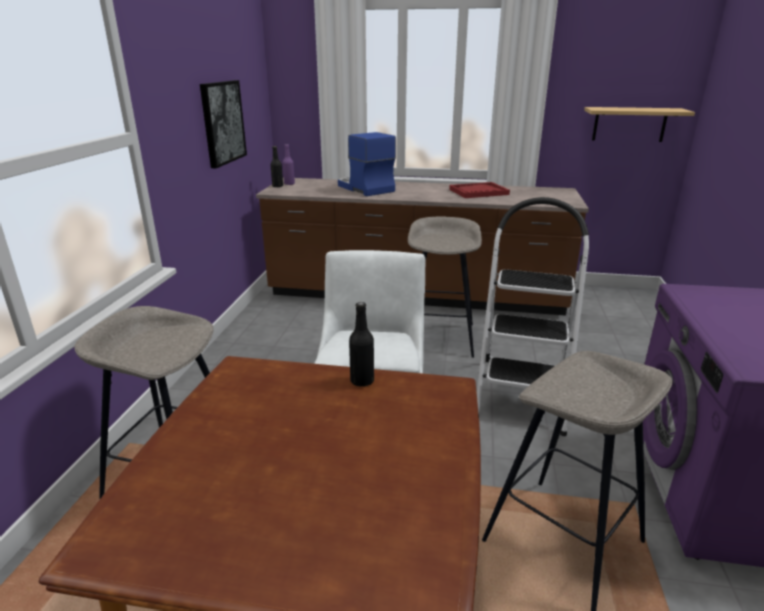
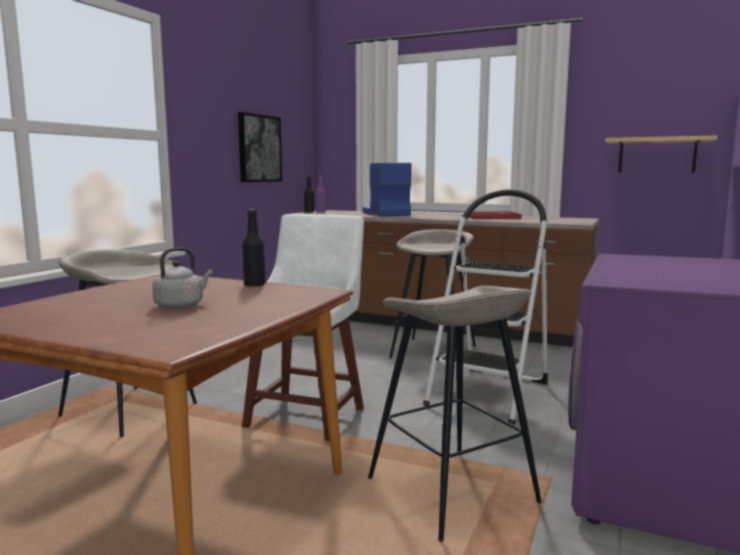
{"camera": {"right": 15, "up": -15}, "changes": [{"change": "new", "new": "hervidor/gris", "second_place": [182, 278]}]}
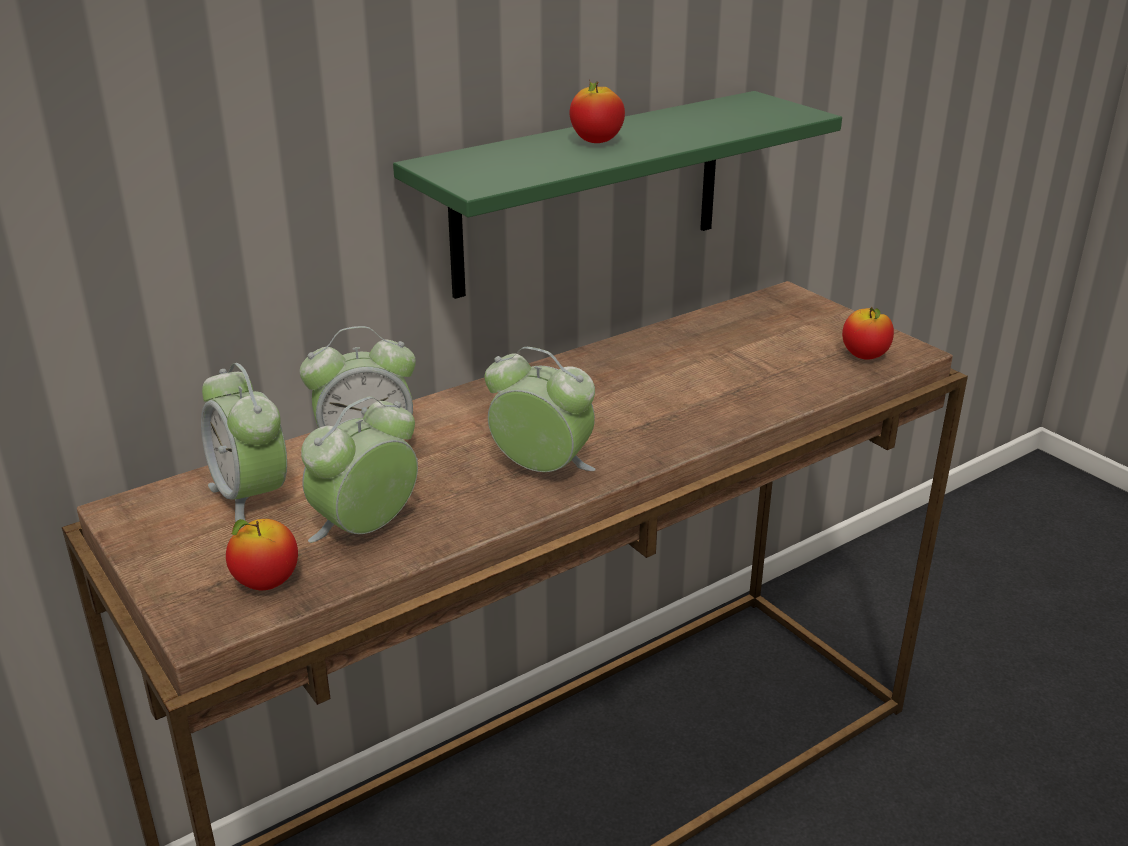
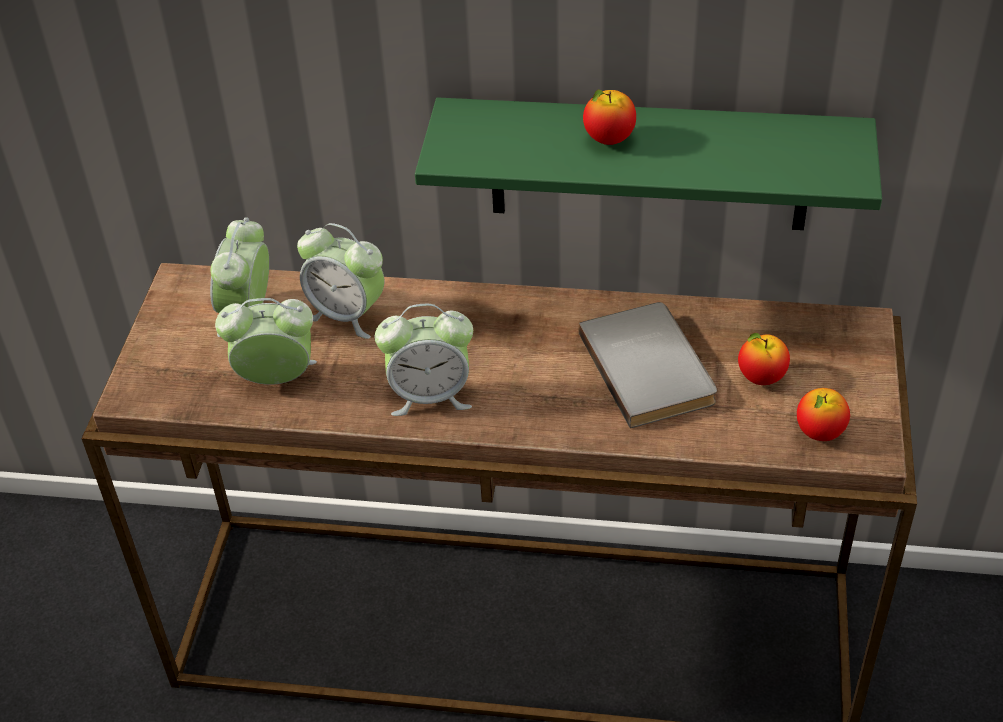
{"camera": {"right": 45, "up": 15}, "changes": [{"change": "rotated", "old": "despertador", "first_place": [540, 409], "second_place": [424, 360], "degrees": 105}, {"change": "shifted", "old": "manzana", "first_place": [262, 554], "second_place": [764, 359]}, {"change": "new", "new": "libro/gris", "second_place": [647, 365]}]}
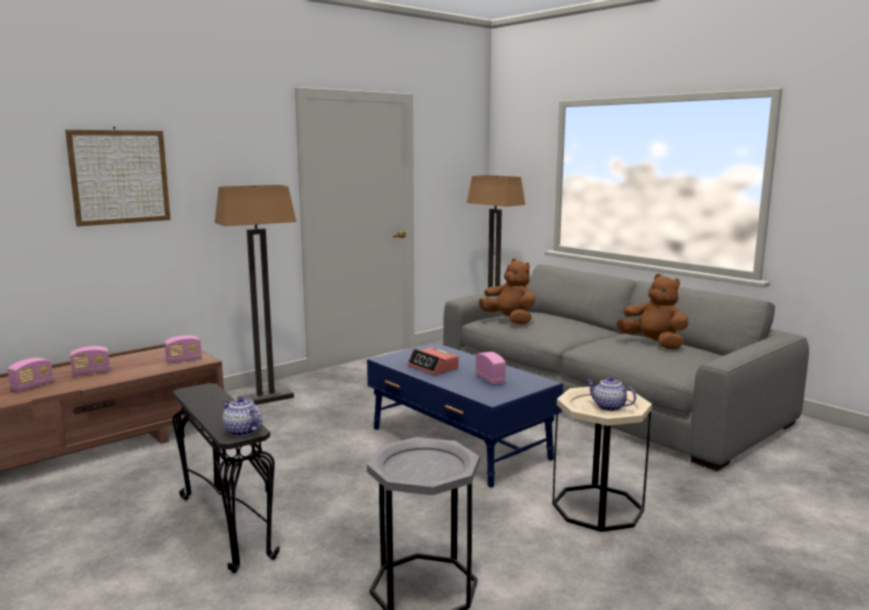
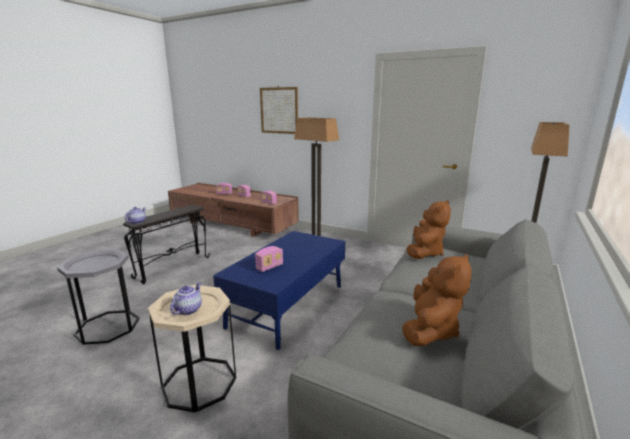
{"camera": {"right": 70, "up": 5}, "changes": [{"change": "gone", "old": "despertador", "first_place": [433, 361]}]}
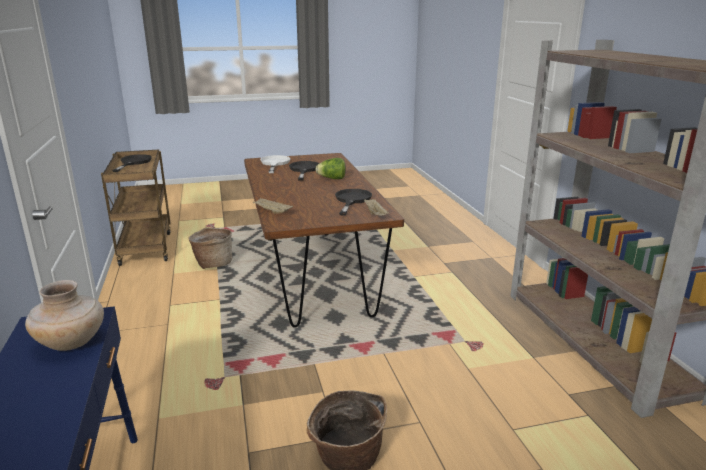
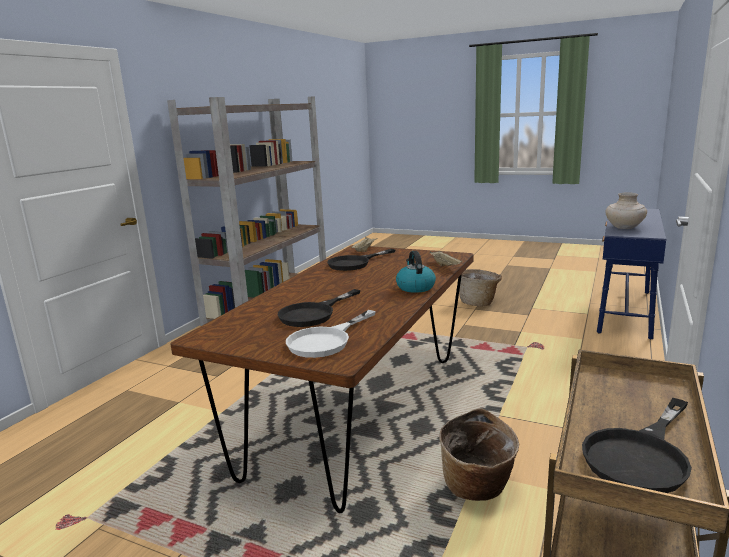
{"camera": {"right": -140, "up": -5}, "changes": [{"change": "gone", "old": "lechuga", "first_place": [331, 168]}, {"change": "new", "new": "hervidor", "second_place": [416, 272]}]}
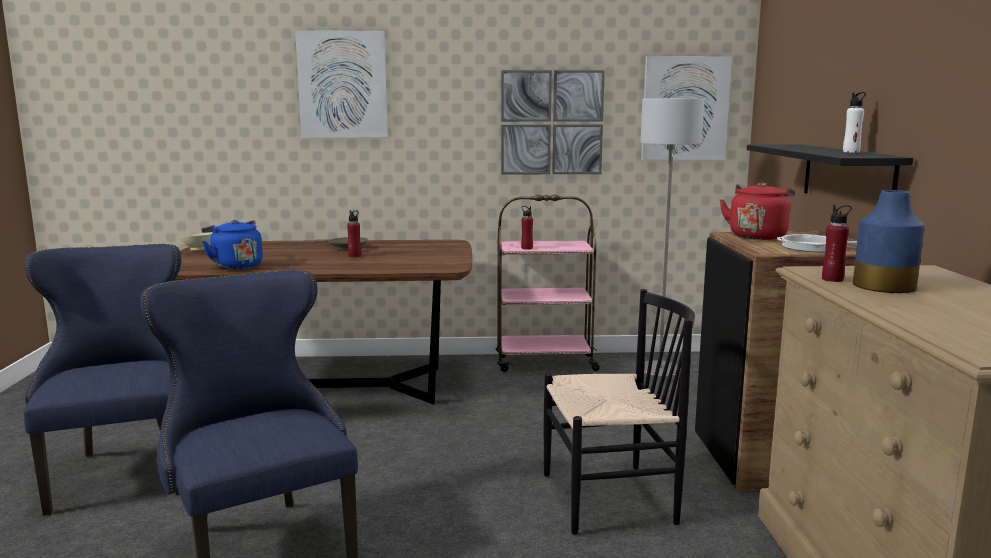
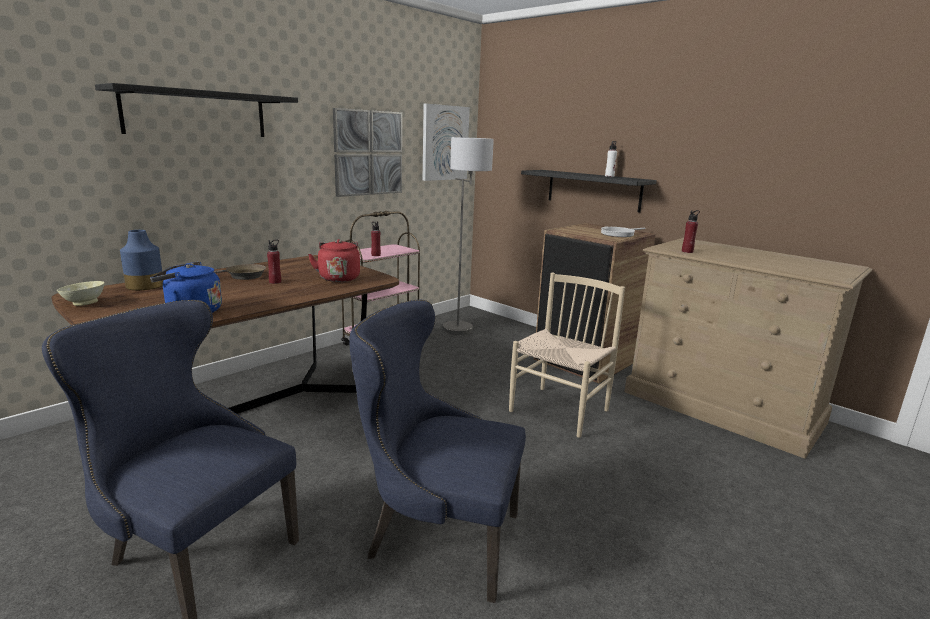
{"camera": {"right": -45, "up": 5}, "changes": [{"change": "swapped", "old": "cuadro", "new": "estante/negro", "first_place": [341, 84], "second_place": [196, 110]}, {"change": "shifted", "old": "hervidor/rojo", "first_place": [757, 211], "second_place": [334, 260]}, {"change": "shifted", "old": "florero/azul", "first_place": [889, 241], "second_place": [141, 260]}, {"change": "repainted", "old": "silla/negro", "new": "silla/beis", "first_place": [619, 412], "second_place": [567, 355]}]}
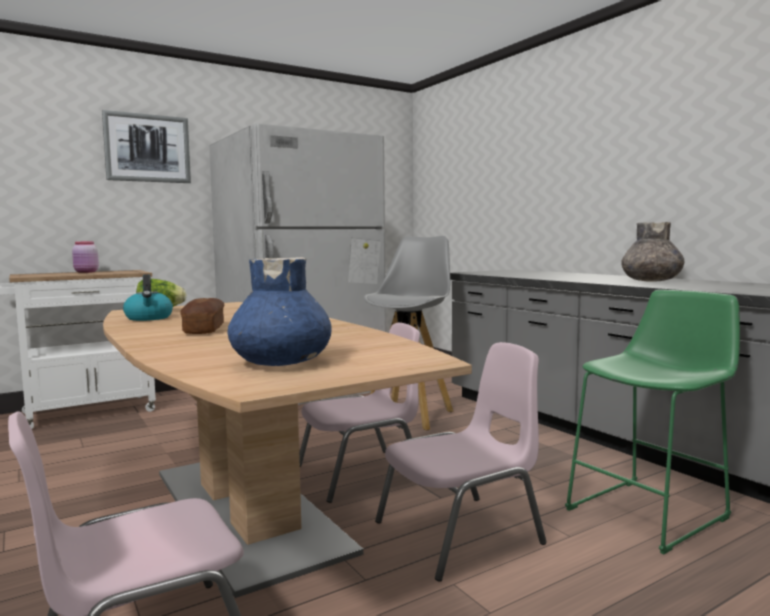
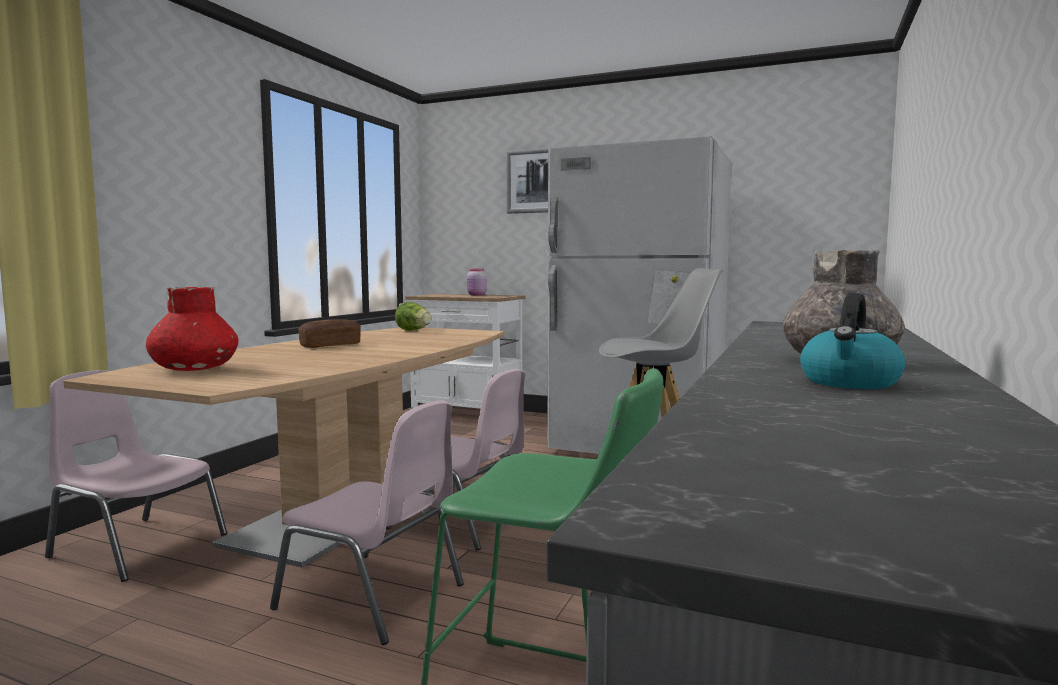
{"camera": {"right": 55, "up": 0}, "changes": [{"change": "repainted", "old": "florero/azul", "new": "florero/rojo", "first_place": [279, 311], "second_place": [192, 329]}, {"change": "shifted", "old": "hervidor", "first_place": [148, 297], "second_place": [852, 341]}]}
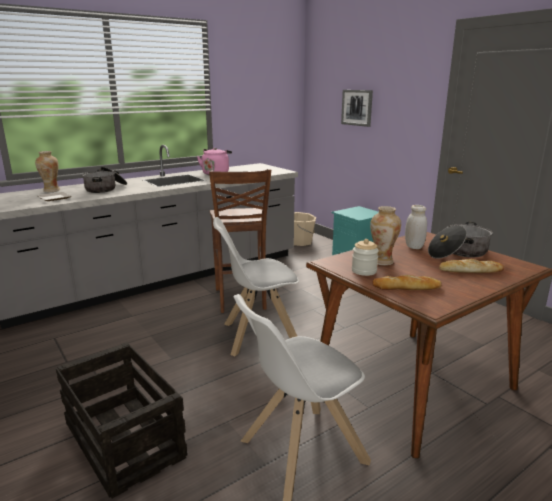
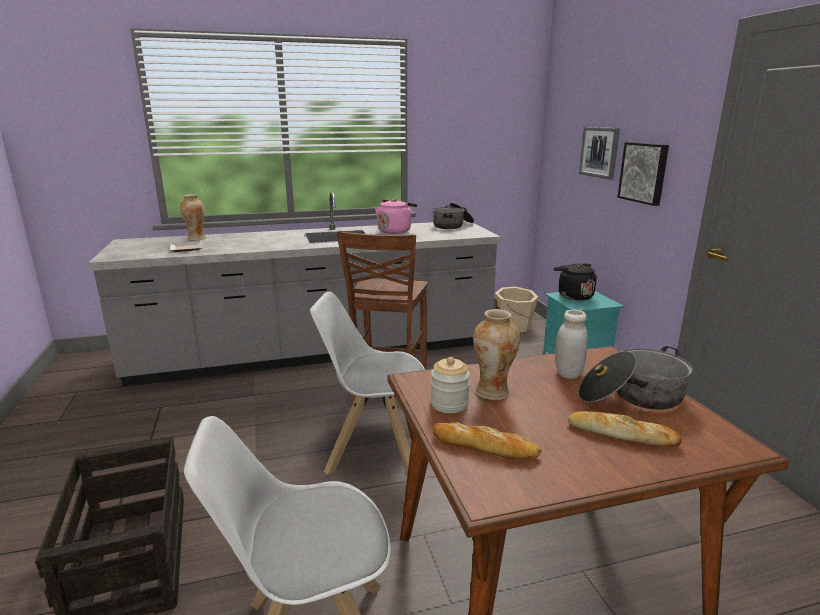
{"camera": {"right": 20, "up": 0}, "changes": [{"change": "shifted", "old": "olla", "first_place": [104, 180], "second_place": [453, 216]}, {"change": "new", "new": "cuadro", "second_place": [643, 174]}, {"change": "new", "new": "hervidor/negro", "second_place": [575, 282]}]}
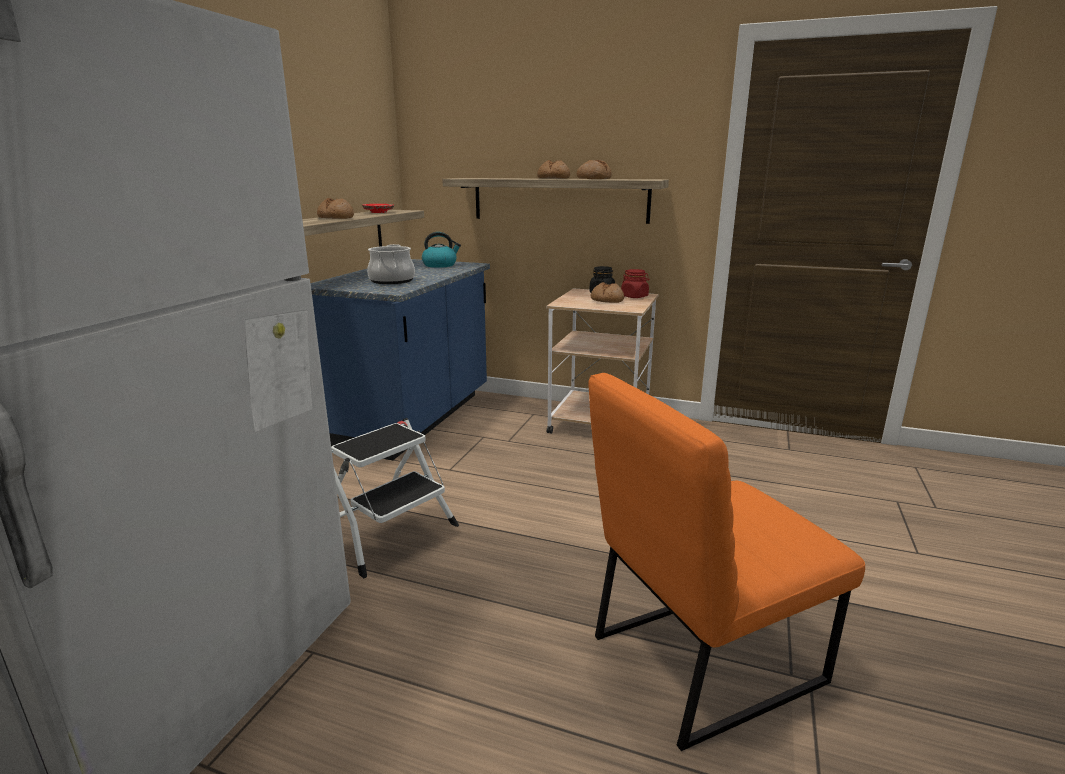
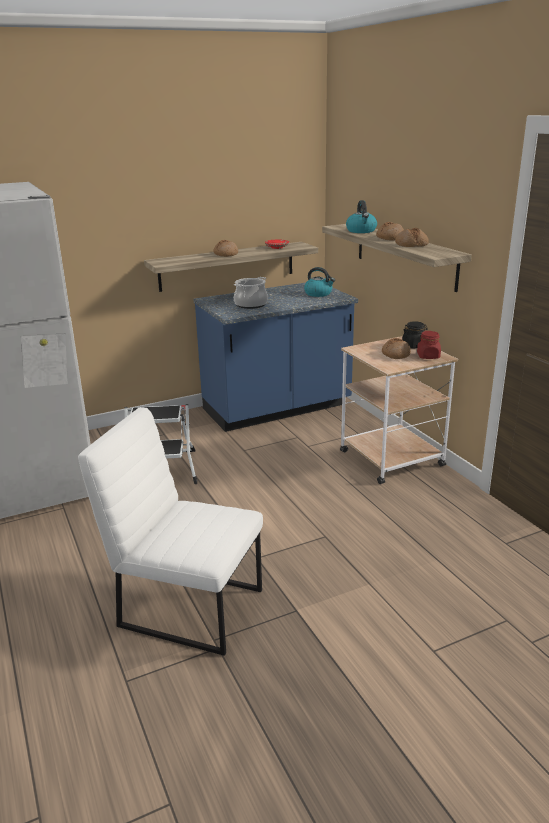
{"camera": {"right": 45, "up": 5}, "changes": [{"change": "repainted", "old": "silla/naranja", "new": "silla/blanco", "first_place": [726, 562], "second_place": [170, 531]}, {"change": "new", "new": "hervidor", "second_place": [361, 216]}]}
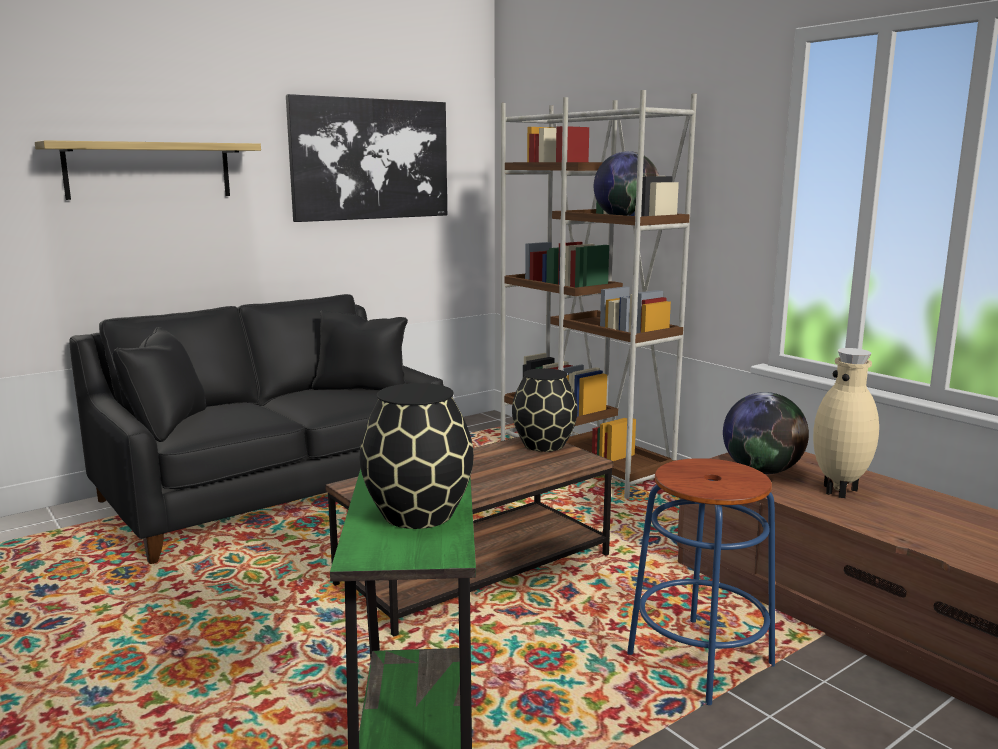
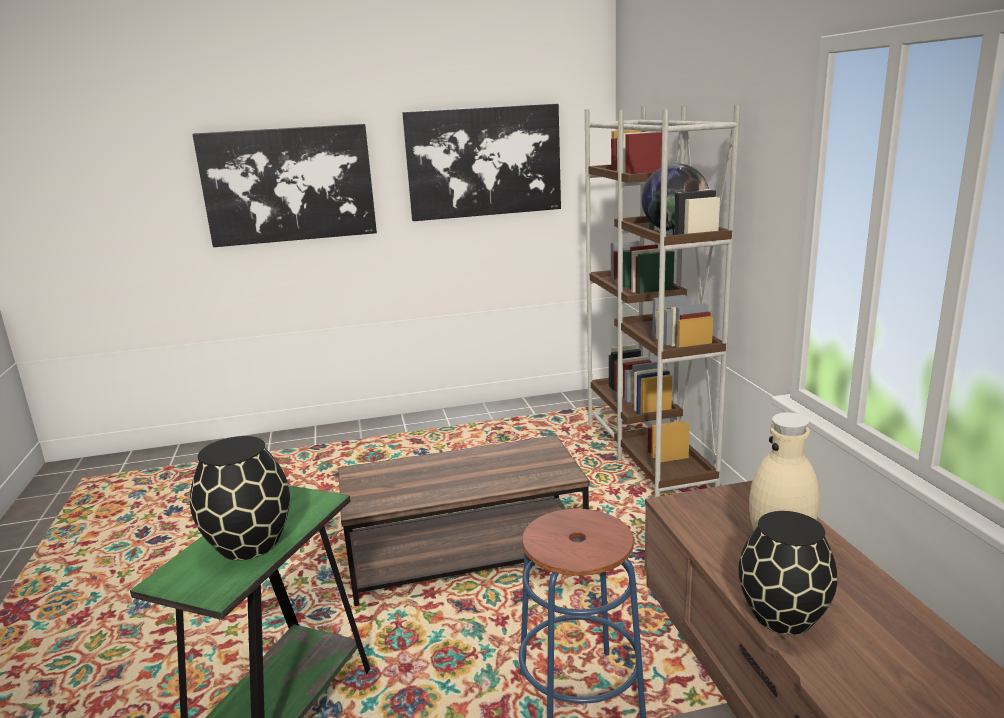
{"camera": {"right": 25, "up": 5}, "changes": [{"change": "swapped", "old": "estante", "new": "cuadro", "first_place": [148, 170], "second_place": [285, 185]}, {"change": "gone", "old": "sofá/negro", "first_place": [256, 429]}, {"change": "shifted", "old": "florero/negro", "first_place": [545, 410], "second_place": [788, 573]}, {"change": "gone", "old": "globo terráqueo", "first_place": [766, 433]}]}
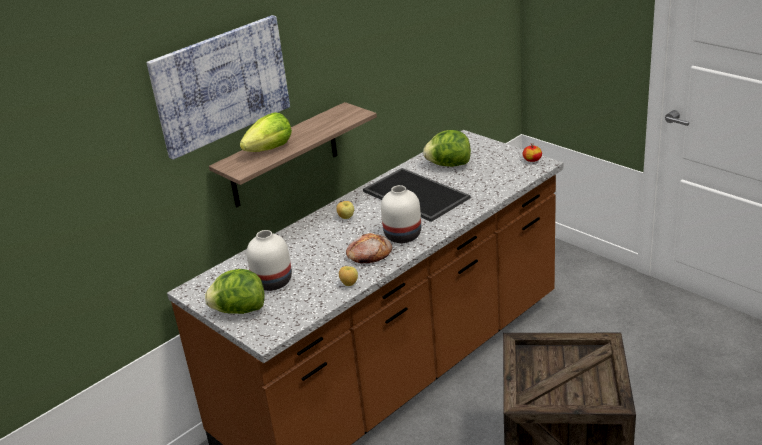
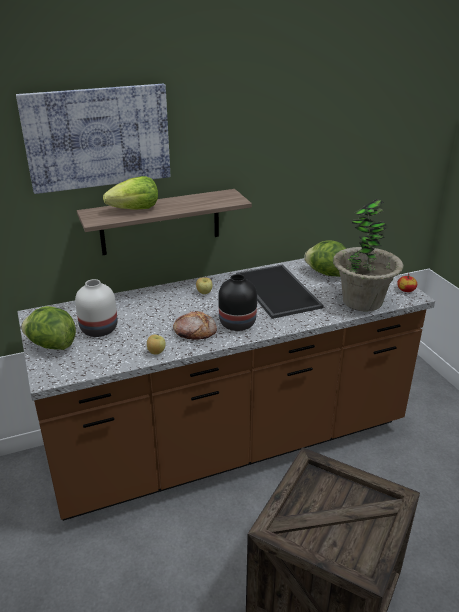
{"camera": {"right": 20, "up": 0}, "changes": [{"change": "repainted", "old": "florero/blanco", "new": "florero/negro", "first_place": [401, 214], "second_place": [237, 302]}, {"change": "new", "new": "planta en maceta", "second_place": [368, 255]}]}
